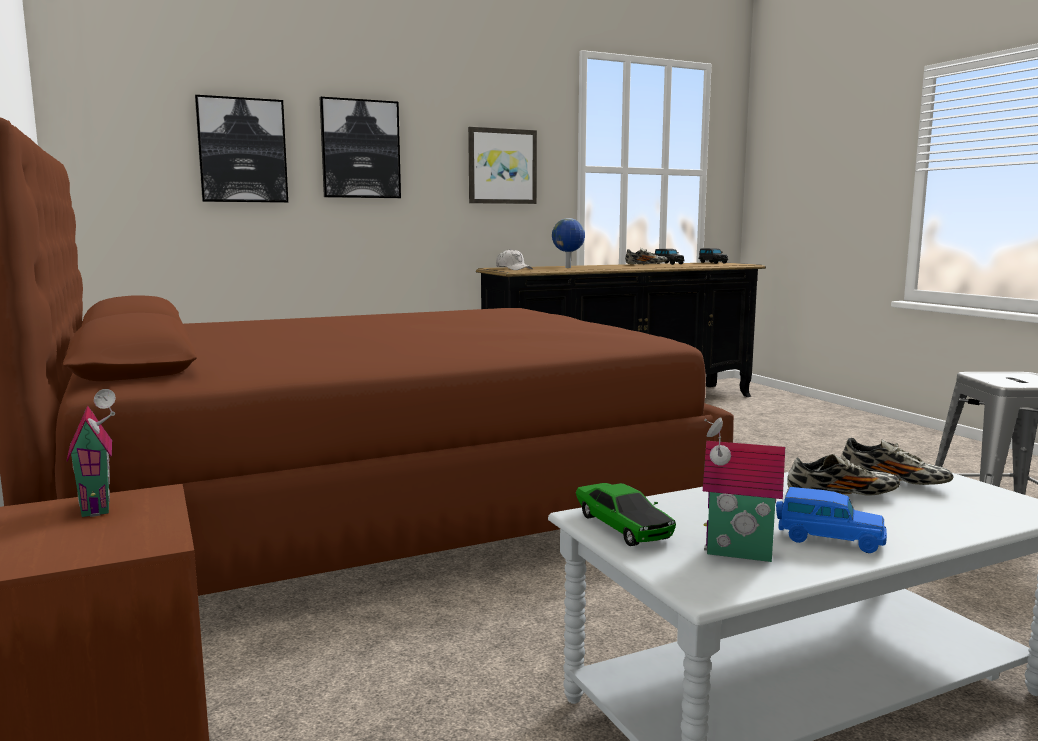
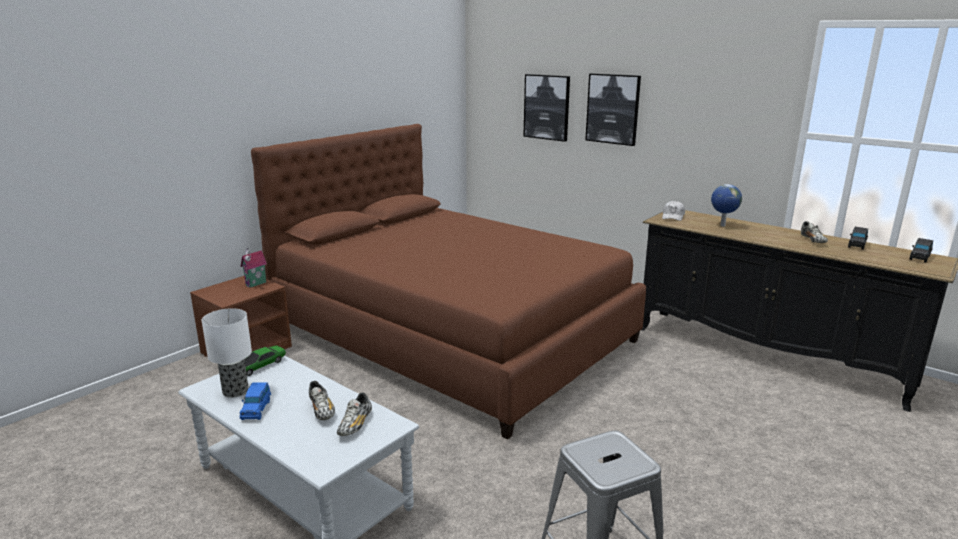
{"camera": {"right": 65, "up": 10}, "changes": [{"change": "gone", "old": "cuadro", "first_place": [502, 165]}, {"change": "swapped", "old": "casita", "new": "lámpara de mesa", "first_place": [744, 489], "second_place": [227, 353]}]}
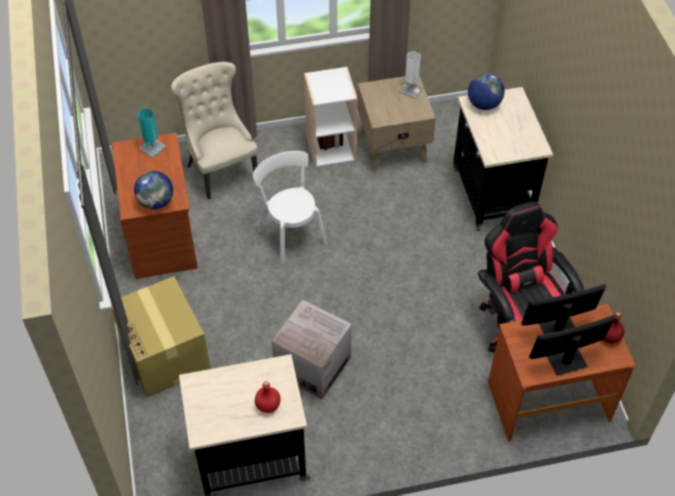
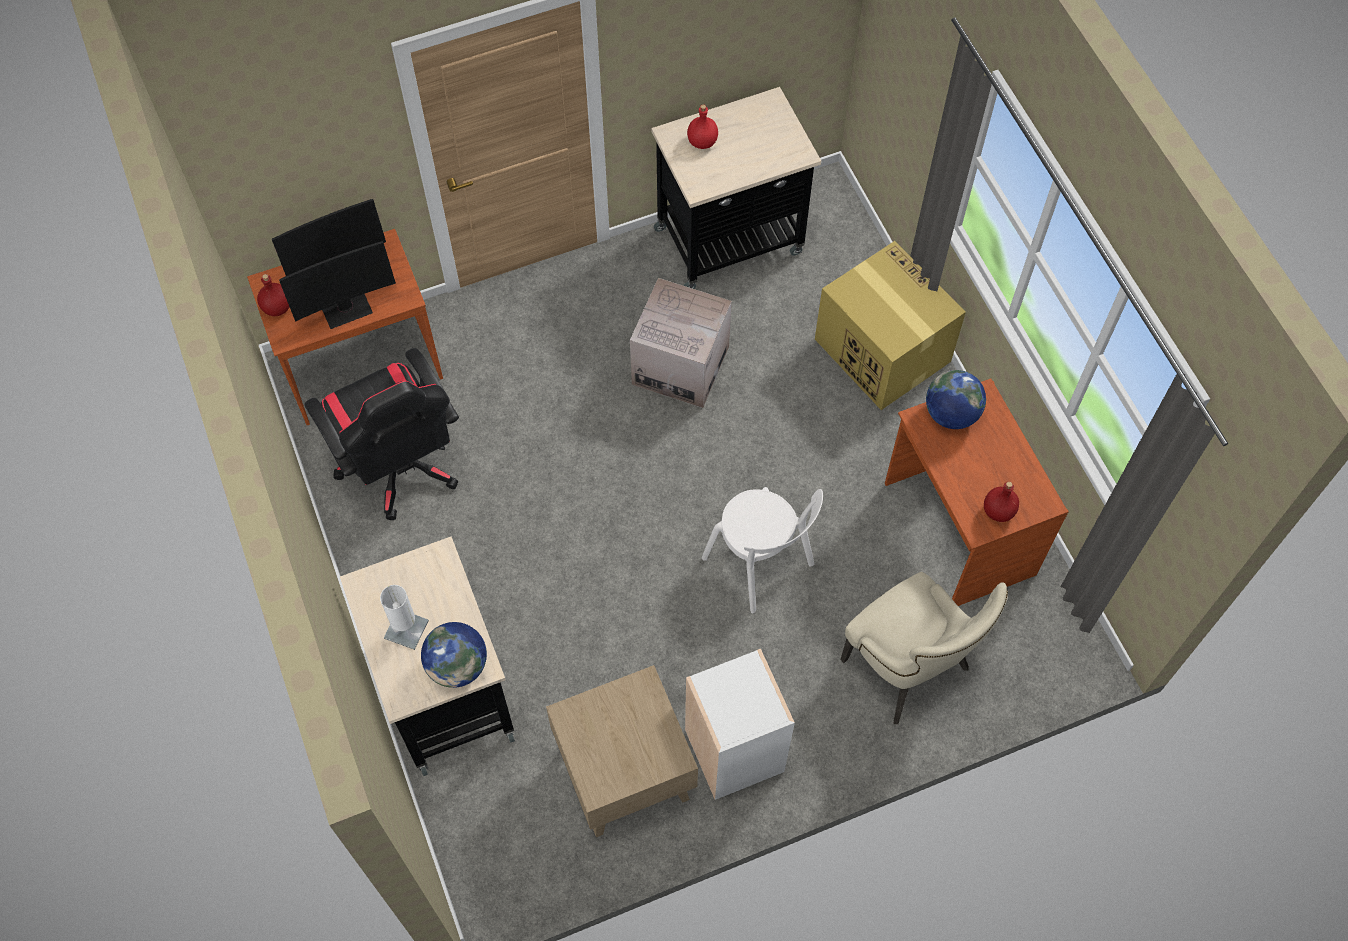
{"camera": {"right": 170, "up": 10}, "changes": [{"change": "shifted", "old": "lámpara de mesa/blanco", "first_place": [411, 75], "second_place": [404, 617]}, {"change": "swapped", "old": "lámpara de mesa/turquesa", "new": "botella/rojo", "first_place": [152, 133], "second_place": [1001, 502]}]}
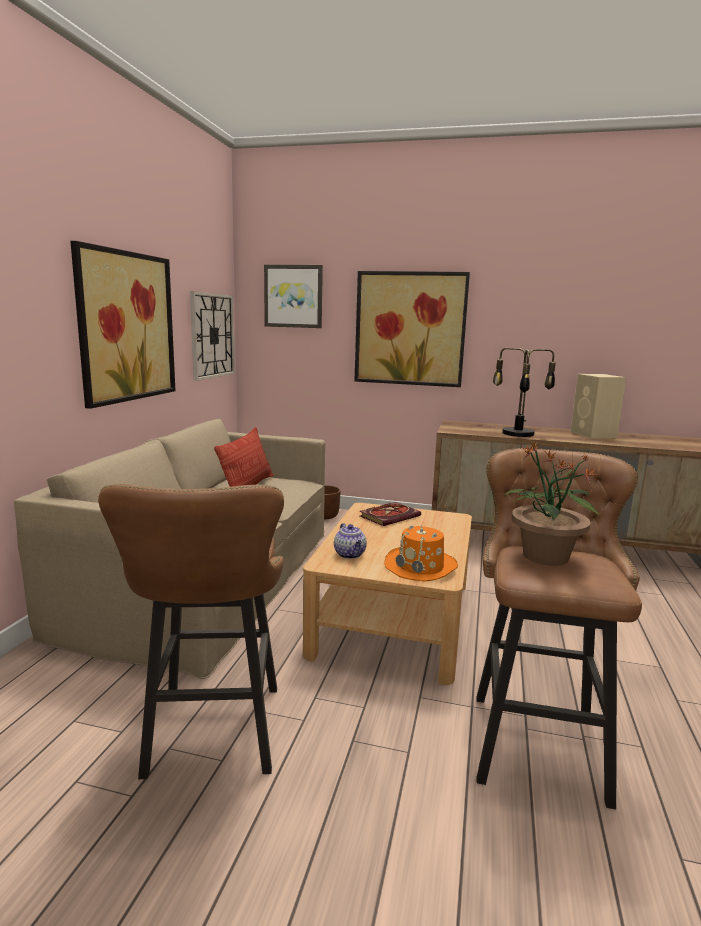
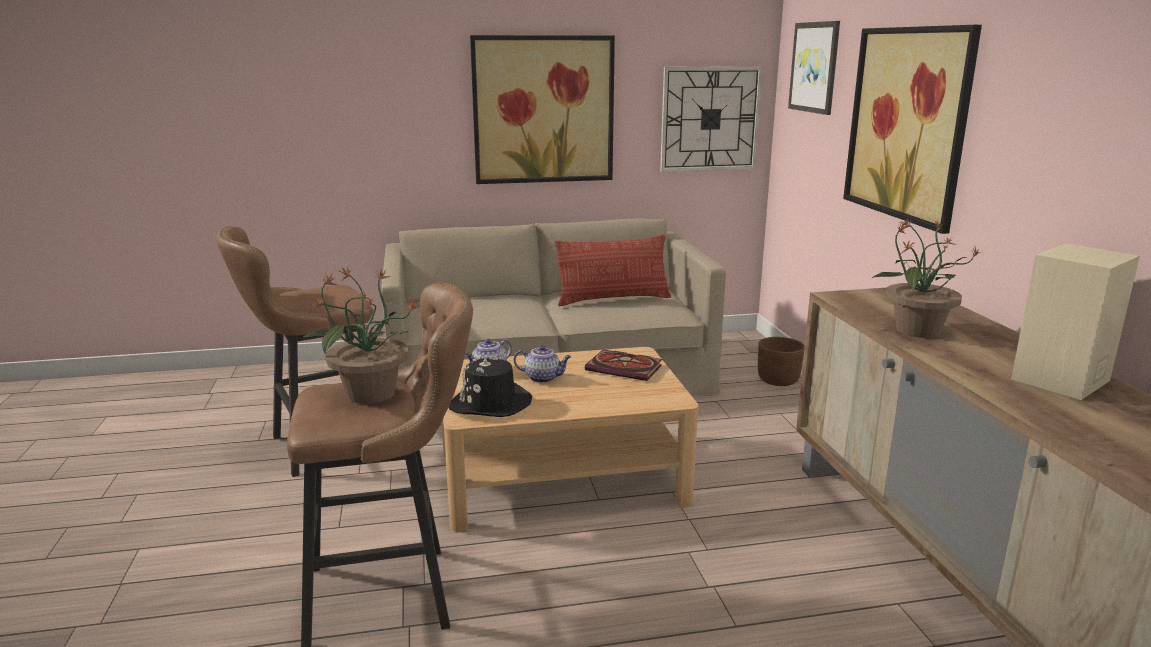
{"camera": {"right": 65, "up": 5}, "changes": [{"change": "swapped", "old": "lámpara de mesa", "new": "planta en maceta", "first_place": [524, 392], "second_place": [926, 278]}, {"change": "repainted", "old": "sombrero/naranja", "new": "sombrero/negro", "first_place": [421, 553], "second_place": [490, 386]}, {"change": "new", "new": "tetera", "second_place": [542, 364]}]}
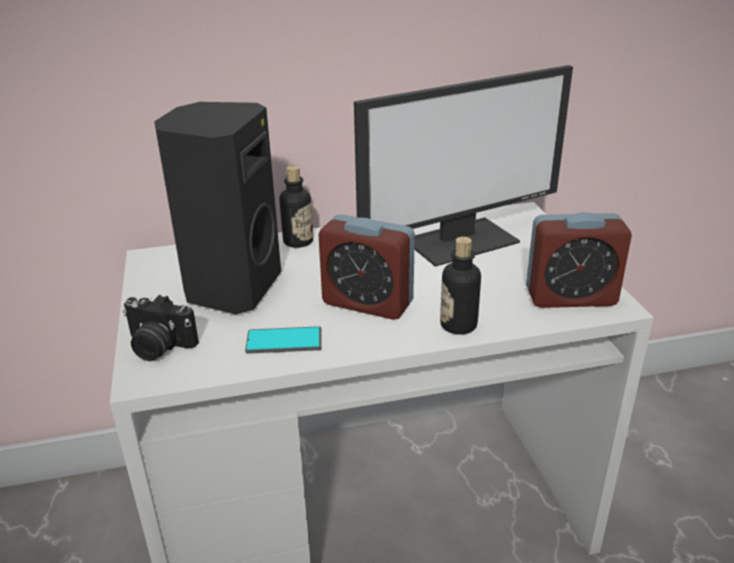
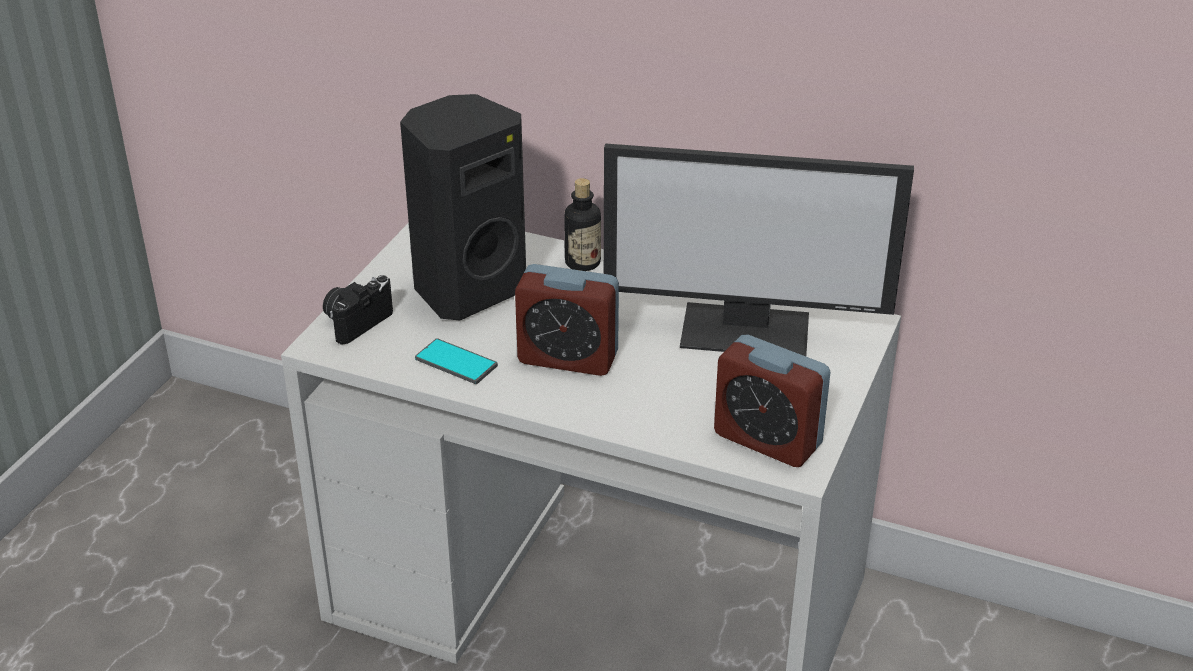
{"camera": {"right": 35, "up": 5}, "changes": [{"change": "rotated", "old": "despertador", "first_place": [367, 267], "second_place": [567, 320], "degrees": -45}, {"change": "gone", "old": "botella", "first_place": [460, 285]}, {"change": "rotated", "old": "cámara", "first_place": [160, 328], "second_place": [358, 310], "degrees": 75}]}
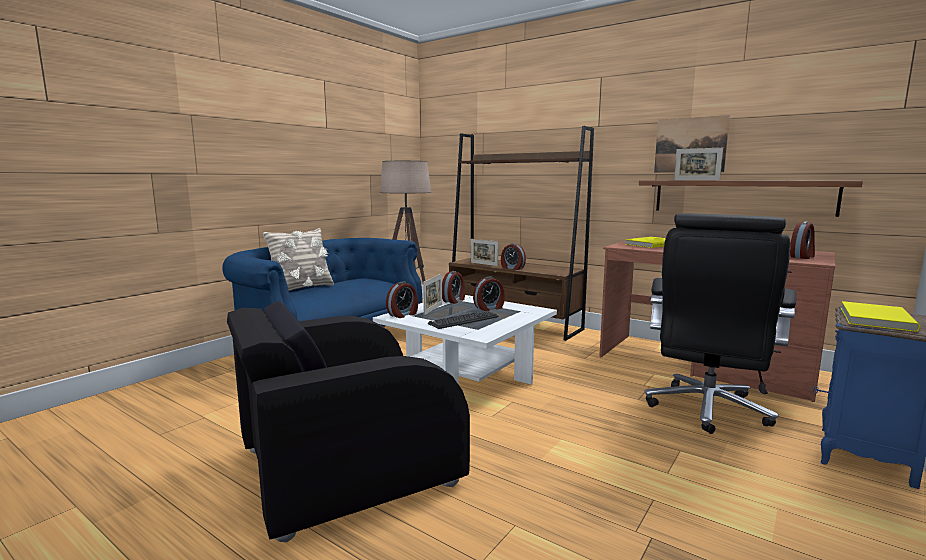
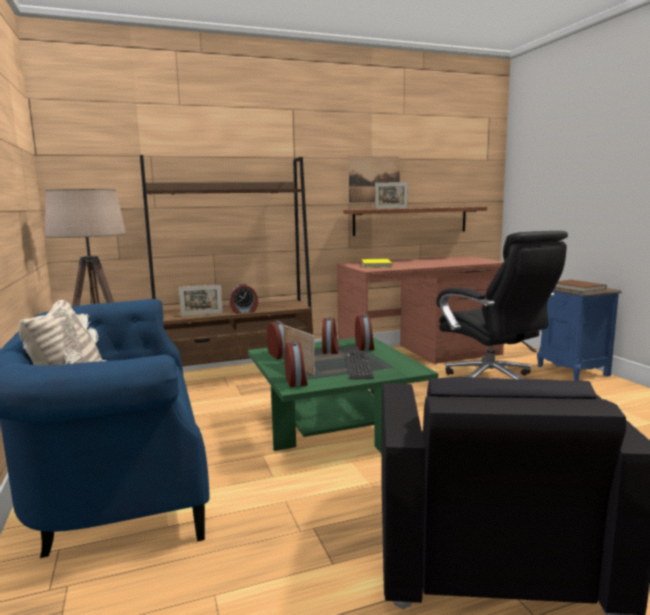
{"camera": {"right": -55, "up": 0}, "changes": [{"change": "shifted", "old": "despertador", "first_place": [802, 240], "second_place": [365, 332]}, {"change": "repainted", "old": "mesa de centro/blanco", "new": "mesa de centro/verde", "first_place": [465, 340], "second_place": [343, 395]}, {"change": "repainted", "old": "libro/amarillo", "new": "libro/marrón", "first_place": [880, 316], "second_place": [581, 286]}]}
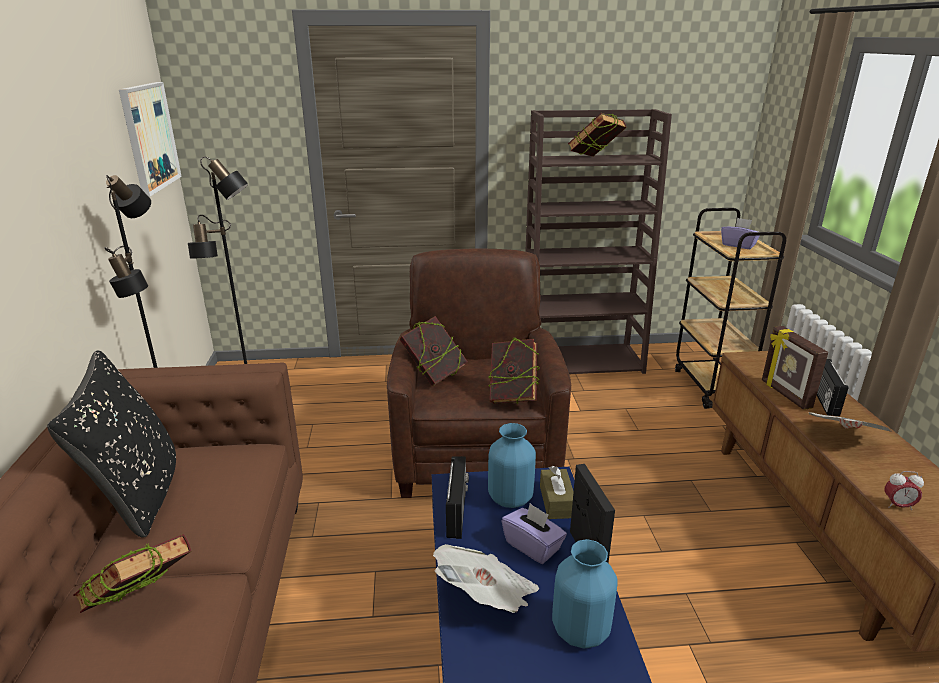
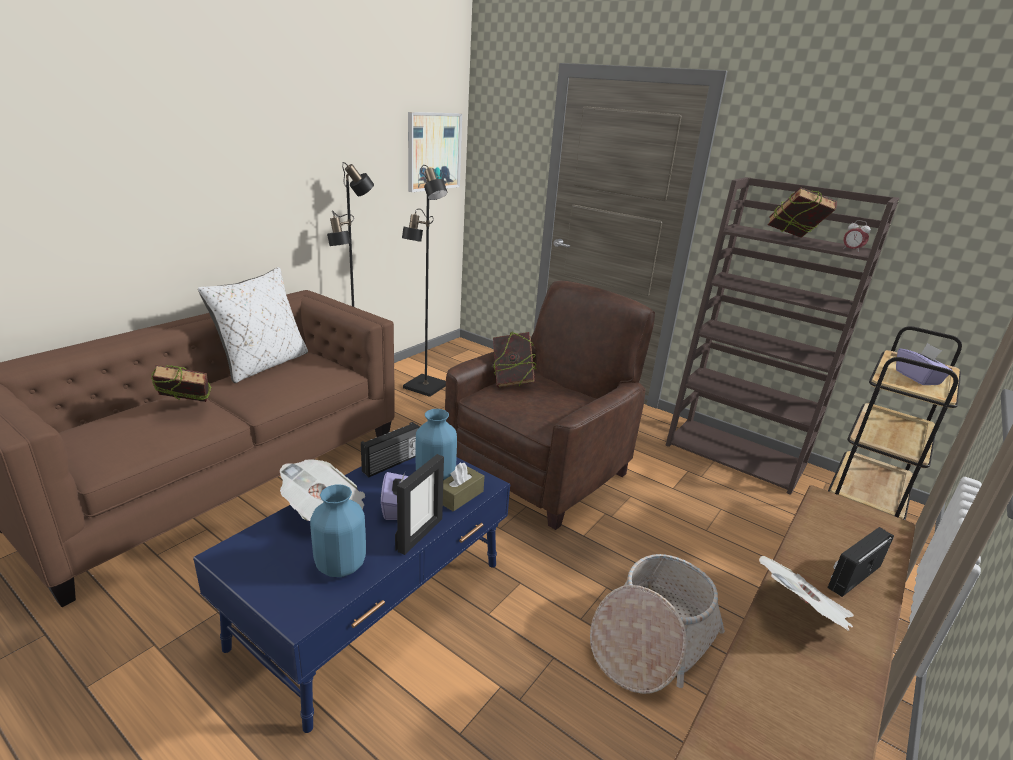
{"camera": {"right": 40, "up": 0}, "changes": [{"change": "gone", "old": "portarretratos", "first_place": [795, 368]}, {"change": "gone", "old": "libro", "first_place": [514, 371]}, {"change": "repainted", "old": "cojín/negro", "new": "cojín/blanco", "first_place": [111, 444], "second_place": [253, 325]}, {"change": "shifted", "old": "despertador", "first_place": [904, 490], "second_place": [857, 236]}, {"change": "new", "new": "cesta", "second_place": [657, 624]}]}
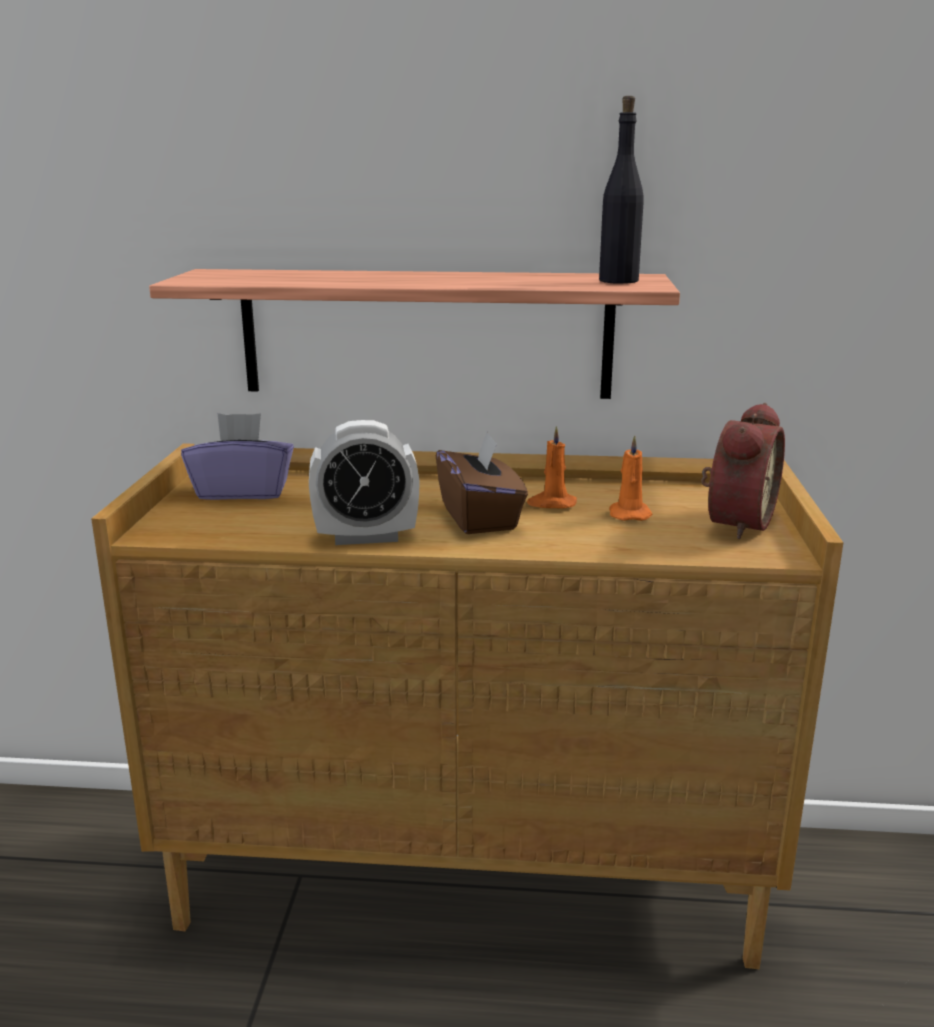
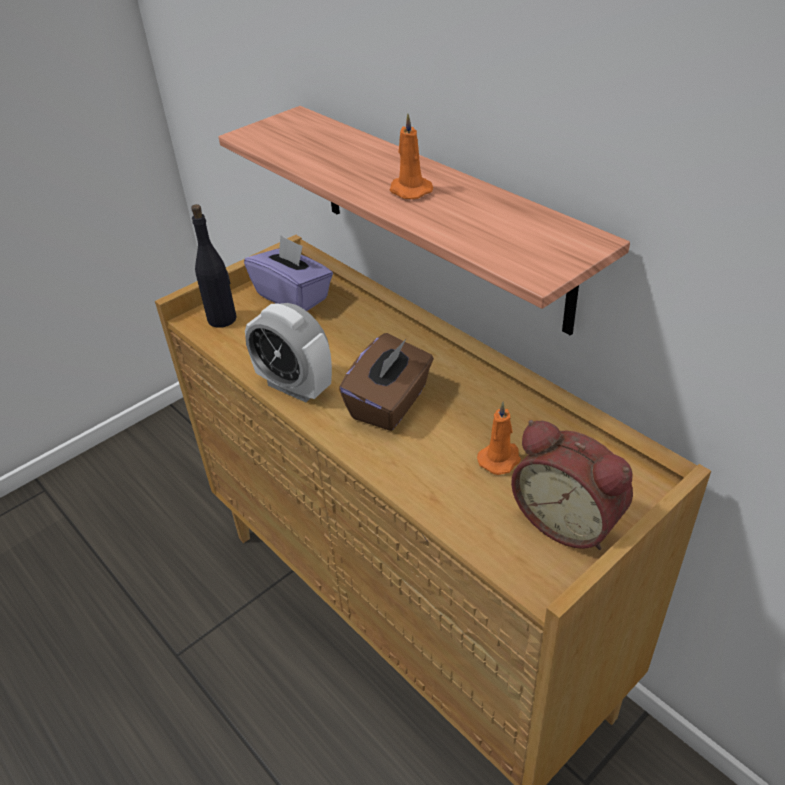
{"camera": {"right": 45, "up": 20}, "changes": [{"change": "shifted", "old": "botella/negro", "first_place": [621, 190], "second_place": [214, 266]}, {"change": "rotated", "old": "despertador", "first_place": [743, 471], "second_place": [572, 485], "degrees": 60}, {"change": "shifted", "old": "vela/naranja", "first_place": [552, 467], "second_place": [411, 156]}]}
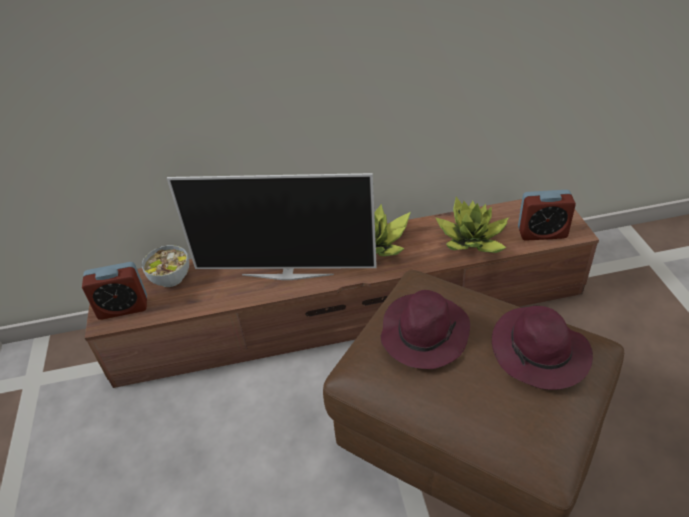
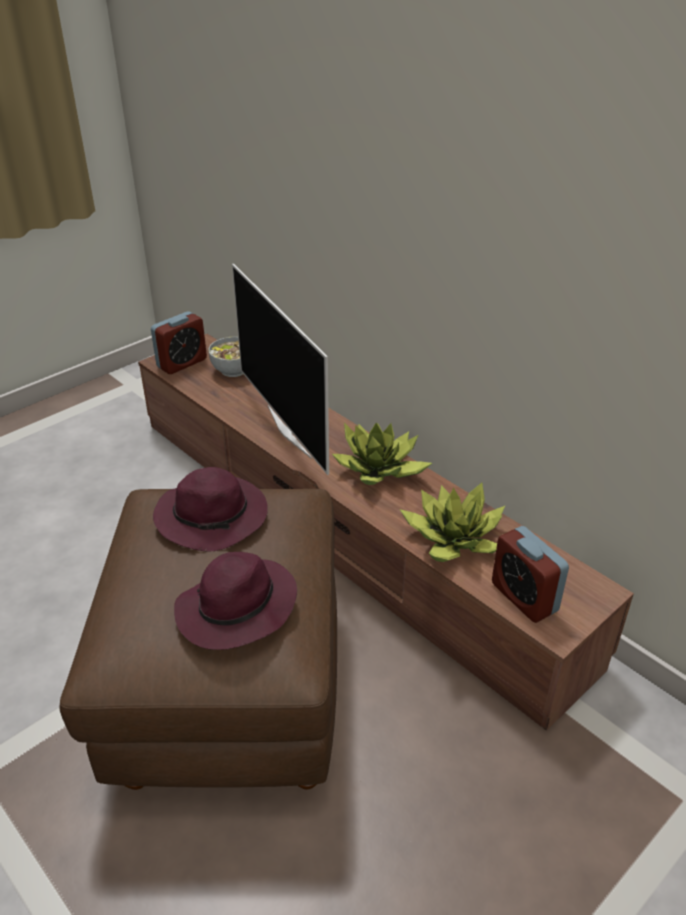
{"camera": {"right": 55, "up": -5}, "changes": [{"change": "rotated", "old": "despertador", "first_place": [114, 291], "second_place": [179, 342], "degrees": -90}]}
